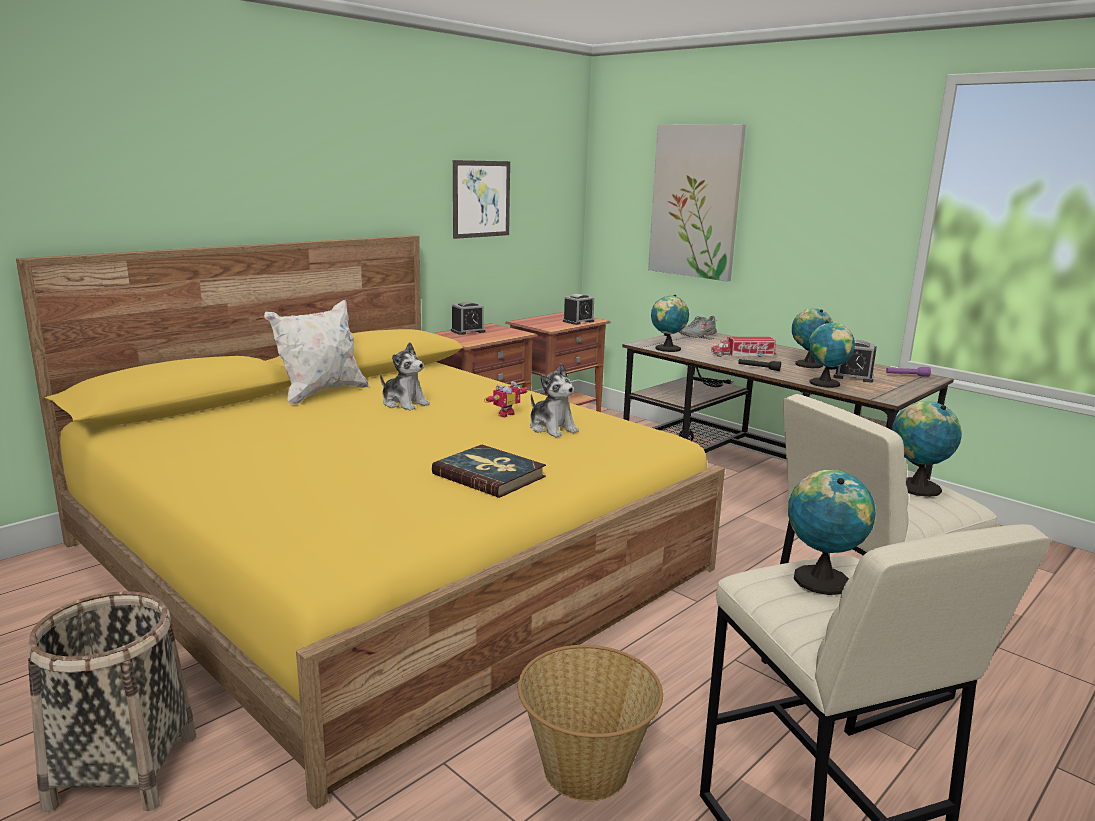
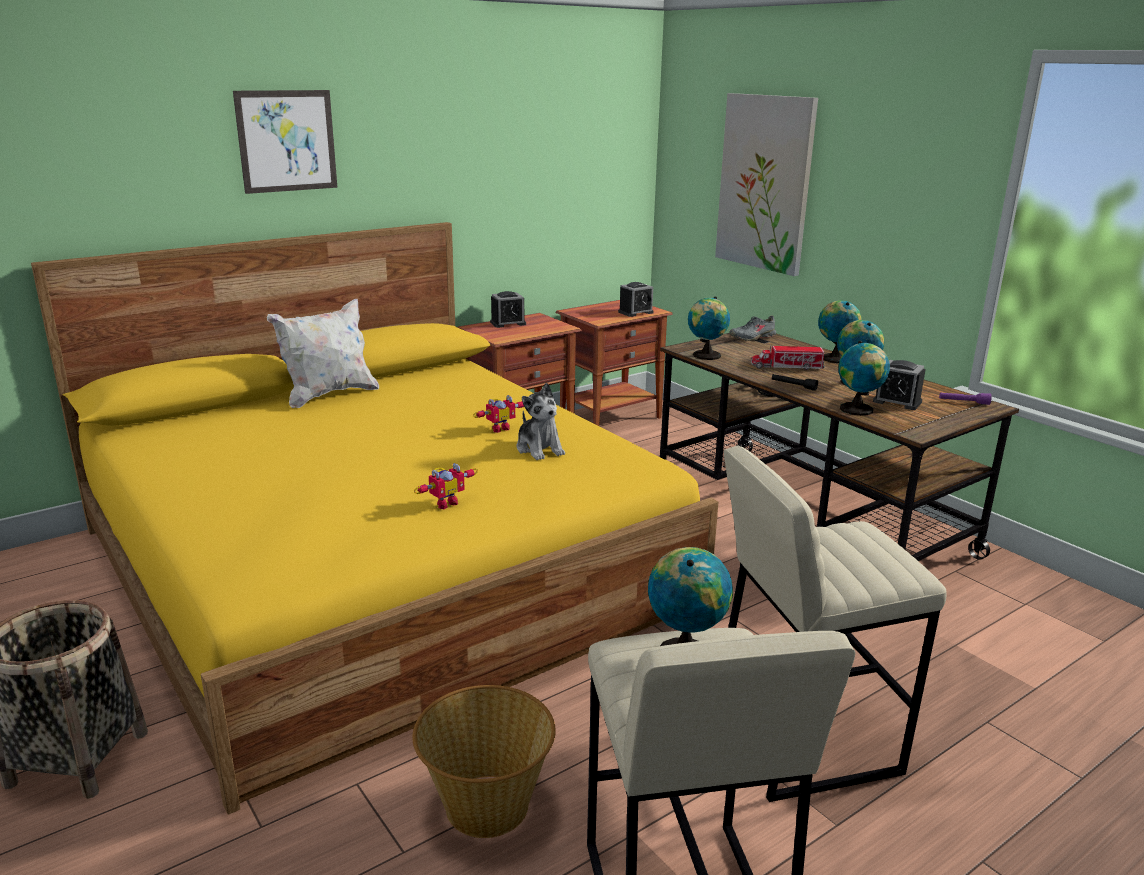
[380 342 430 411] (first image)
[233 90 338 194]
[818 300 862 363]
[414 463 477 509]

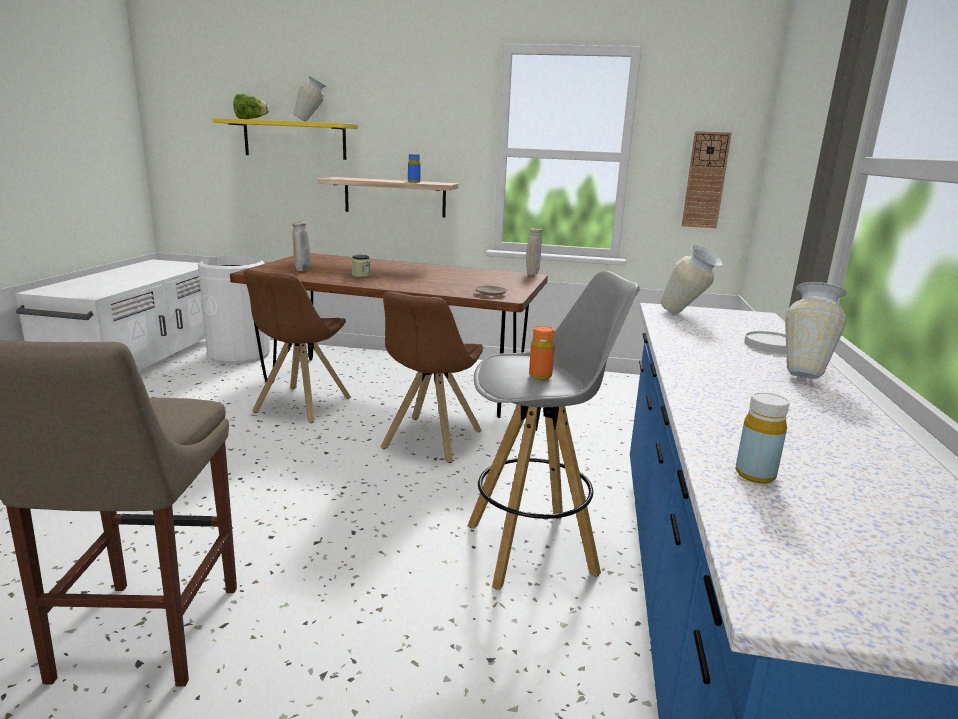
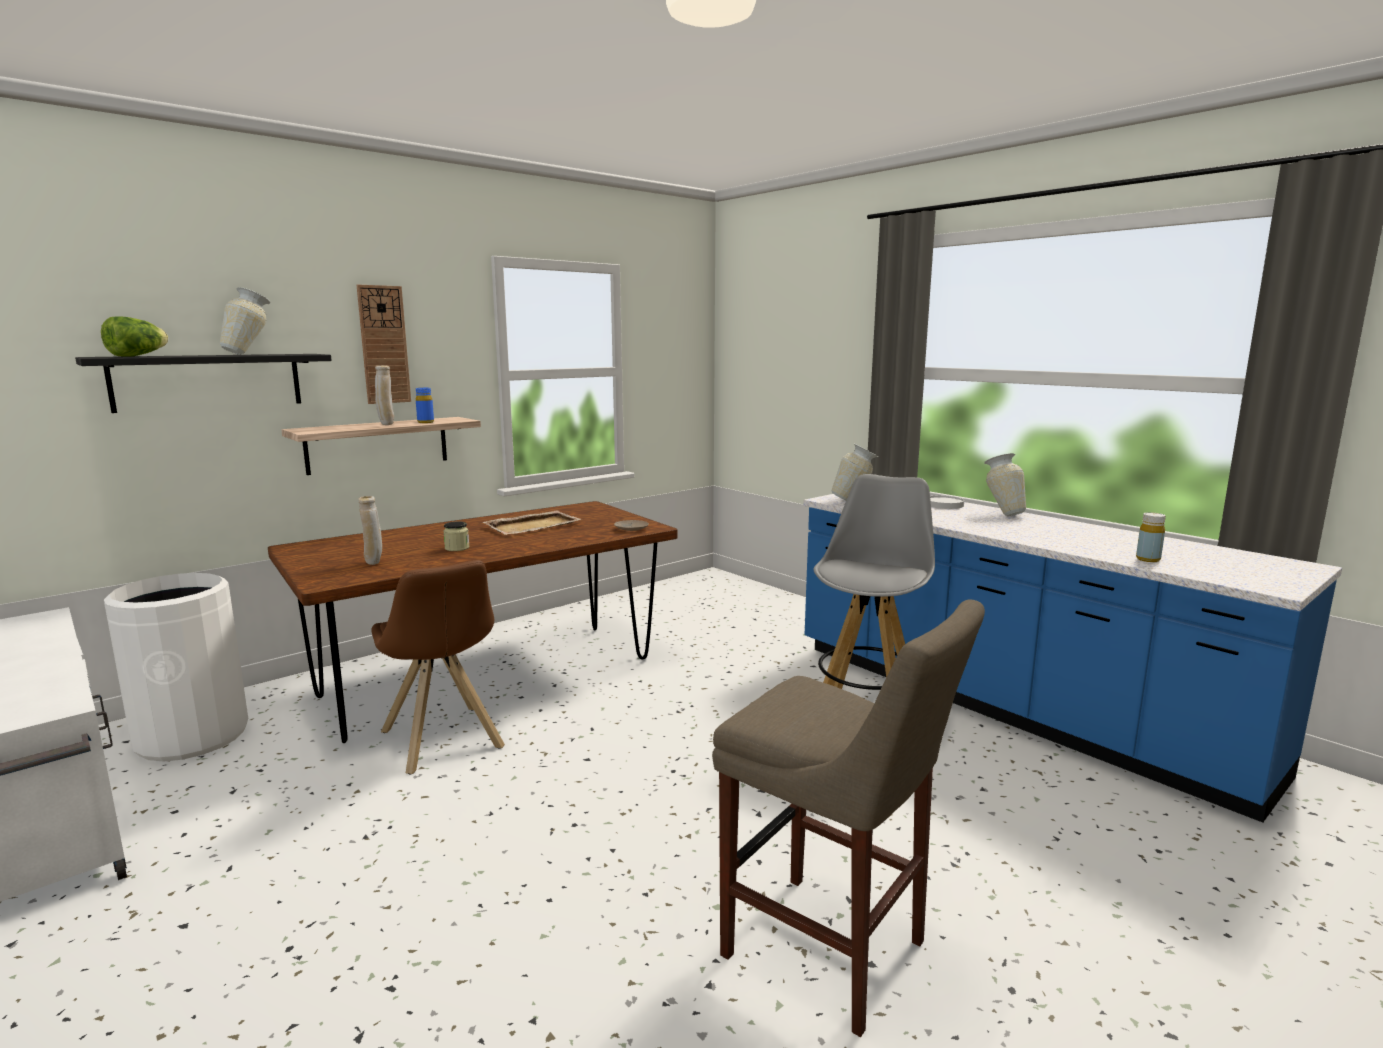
[380 291 483 463] (first image)
[529 326 555 380] (first image)
[483 510 582 535]
[375 365 394 425]
[357 285 411 404]
[75 354 332 413]

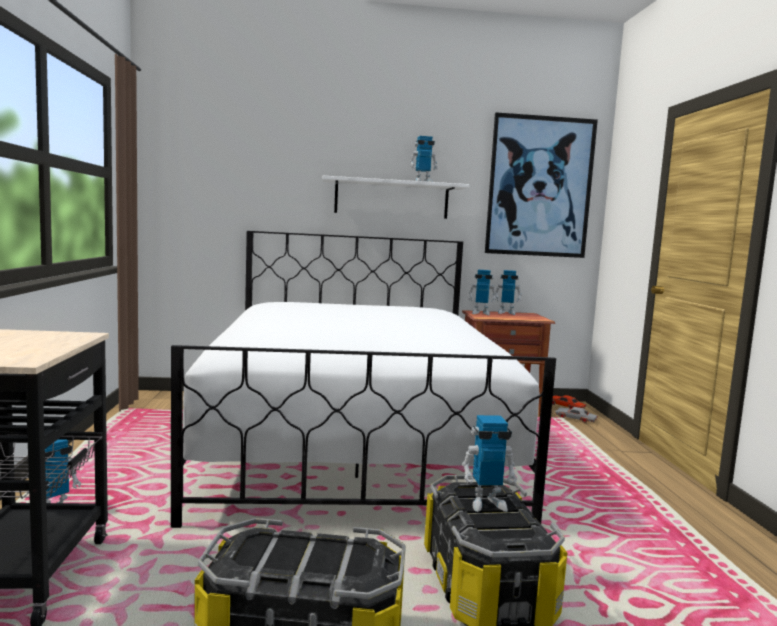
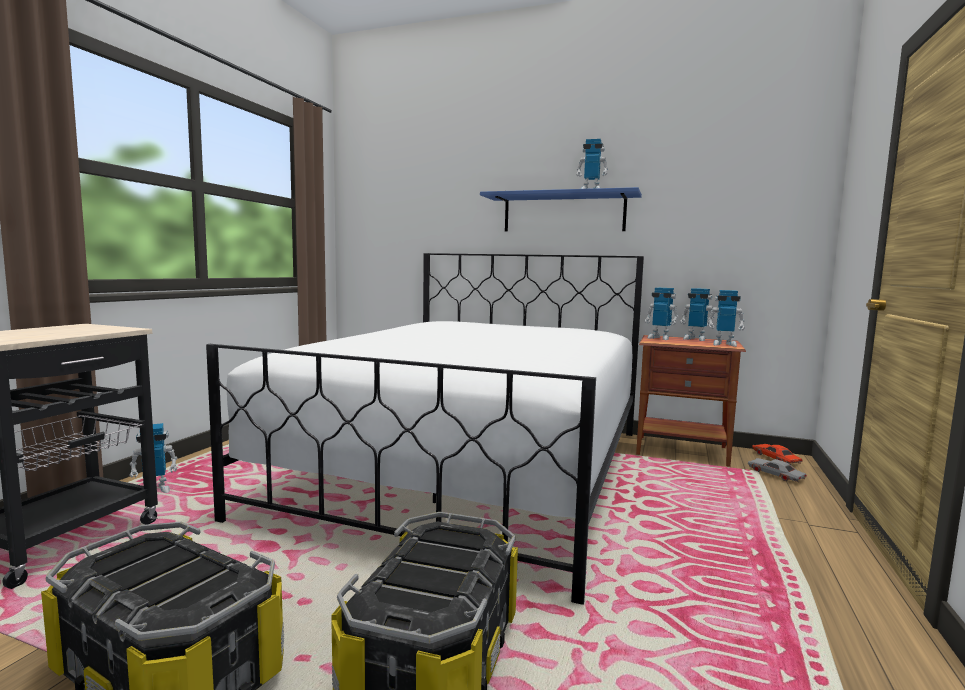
[485 112 598 258] (first image)
[708 290 745 347]
[480 187 642 231]

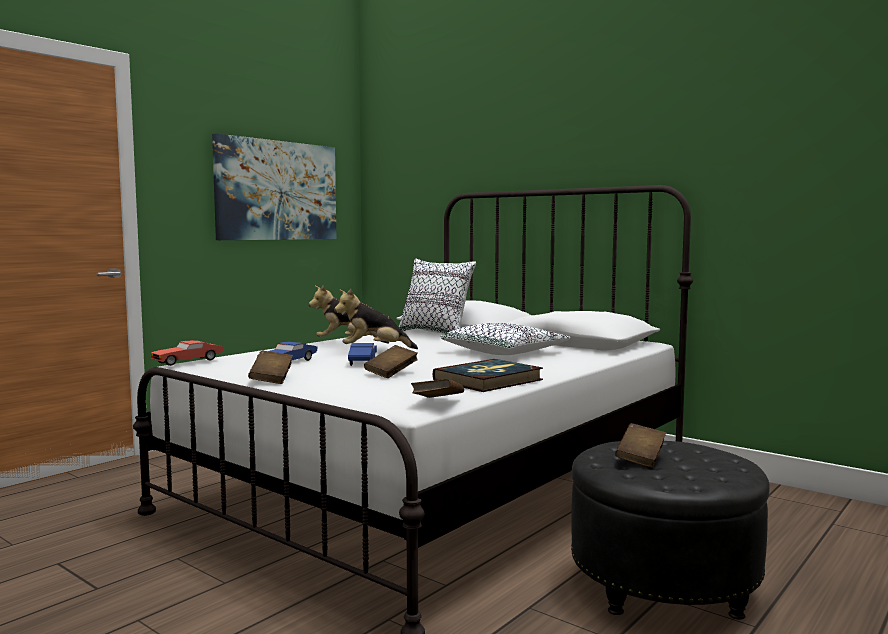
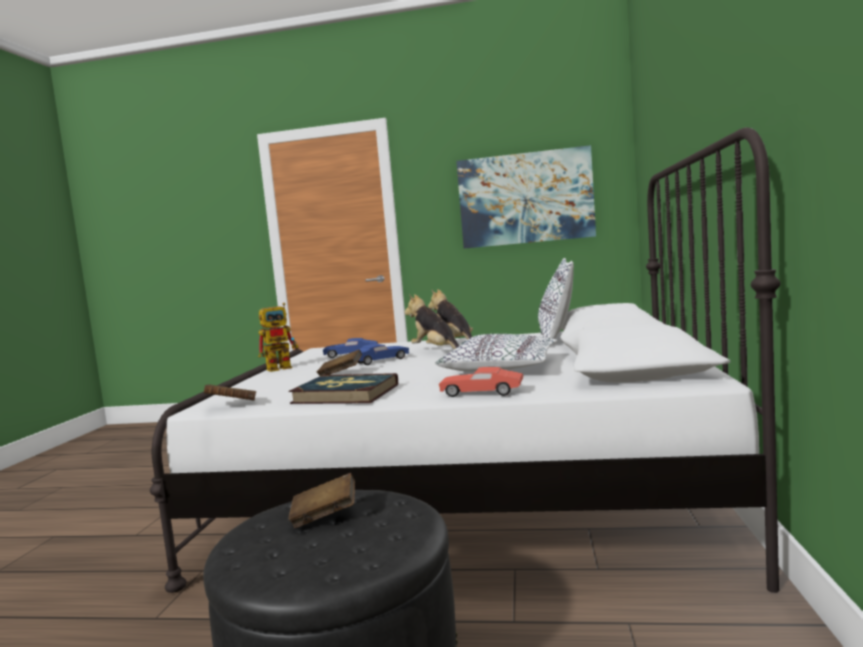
[439 367 523 397]
[258 303 299 372]

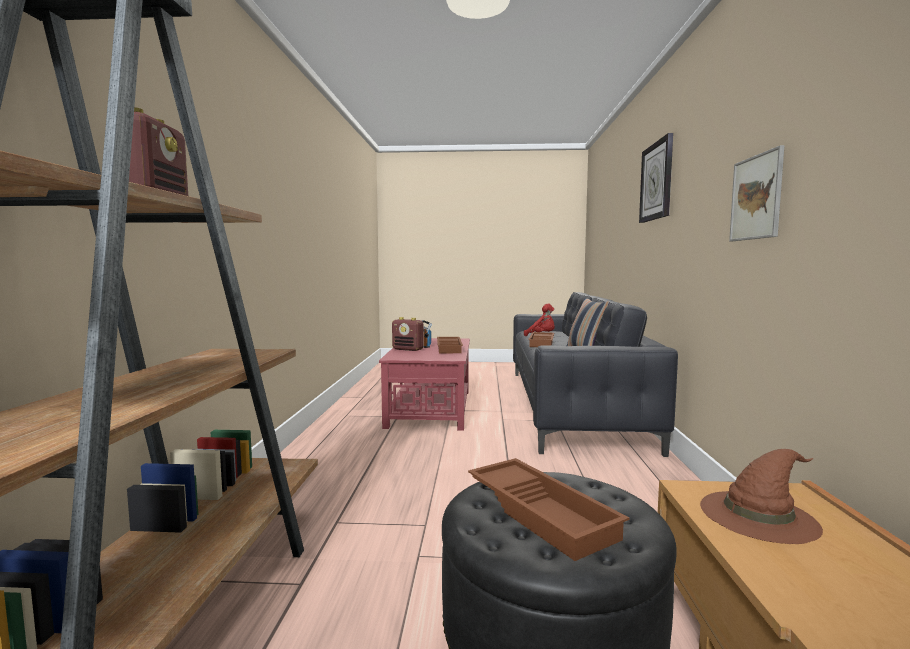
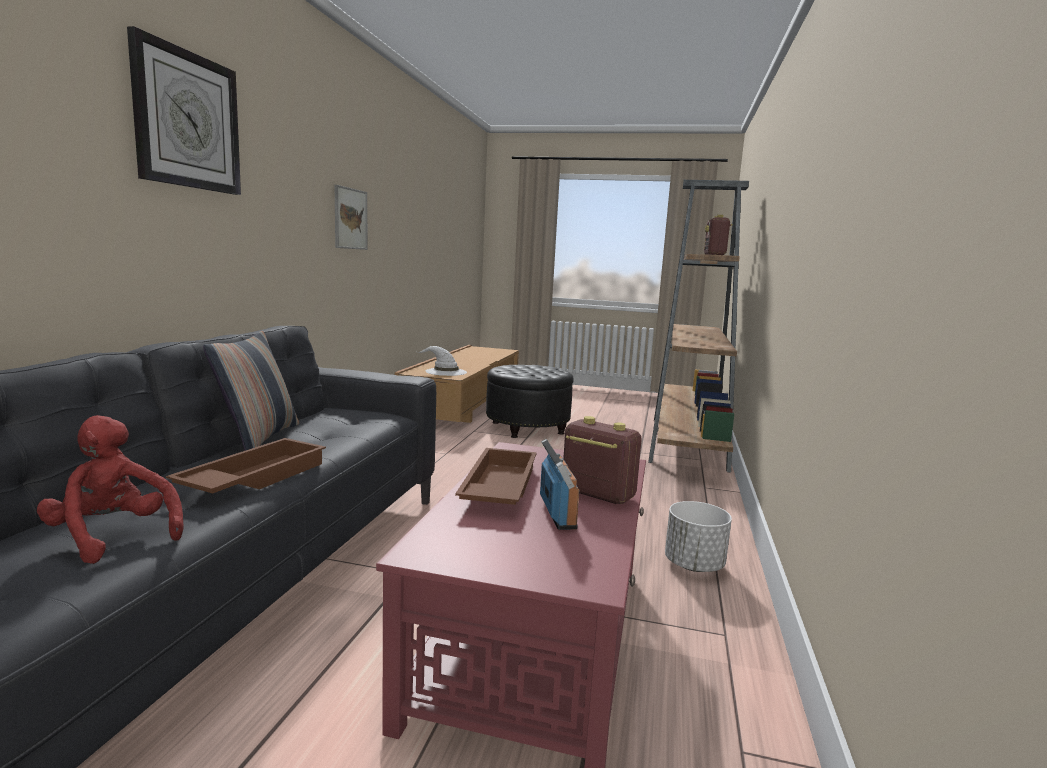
[468 458 629 561] (first image)
[665 501 732 572]
[418 346 467 376]

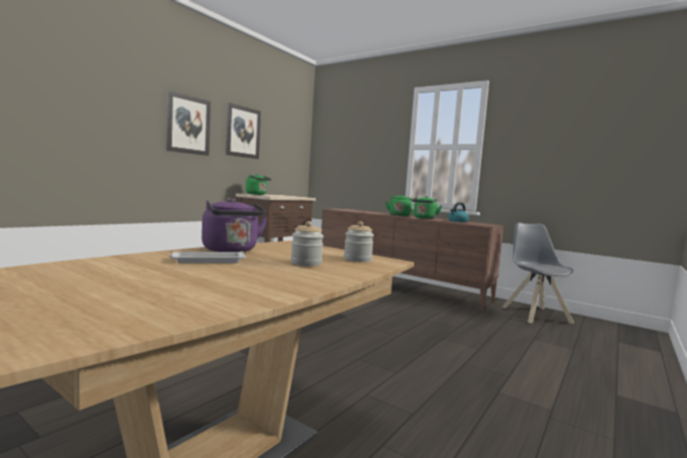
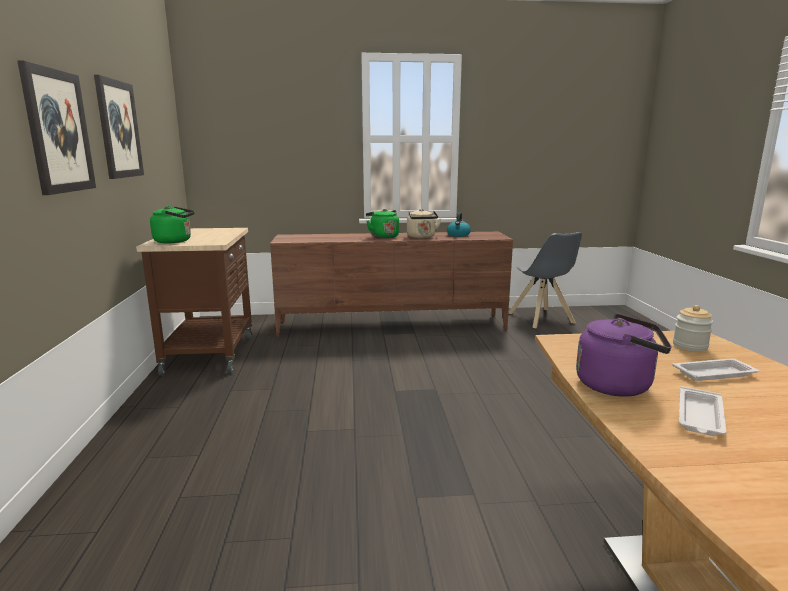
[672 358 759 381]
[407 209 441 238]
[508 232 582 328]

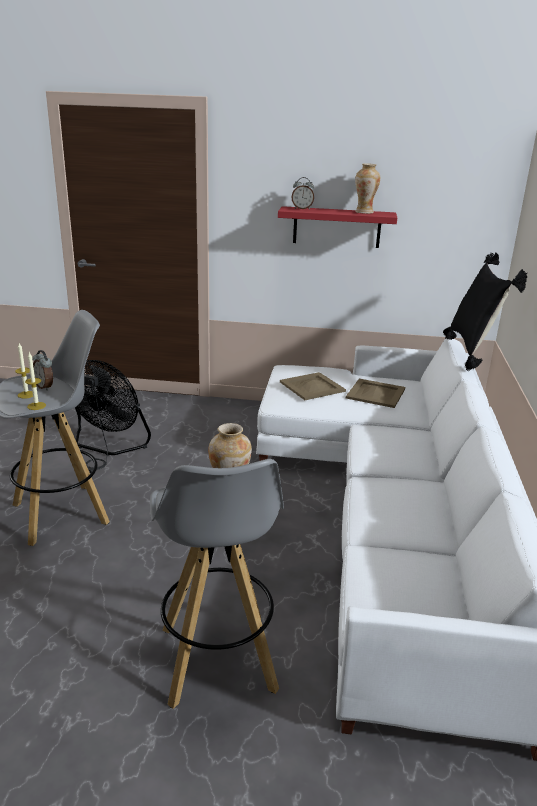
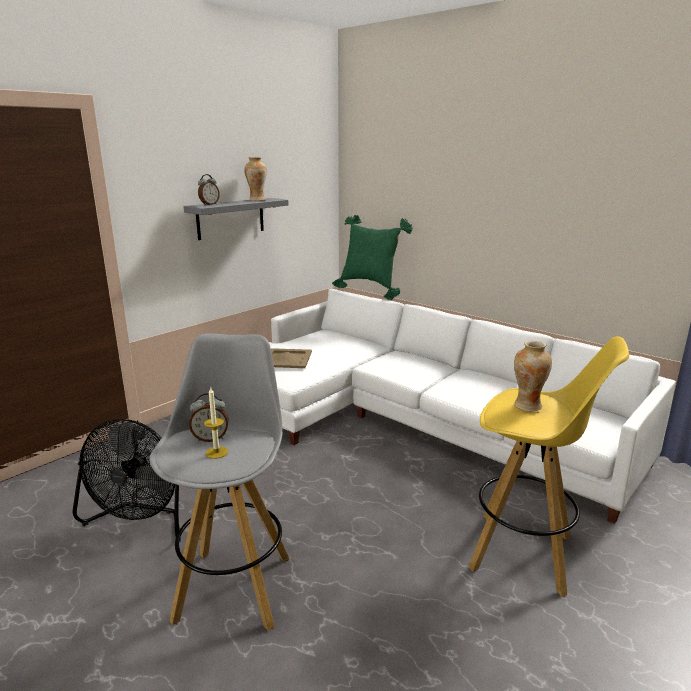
[25 352 46 410] (first image)
[346 379 405 408] (first image)
[469 336 629 597]
[184 198 289 240]
[332 215 413 300]
[72 419 181 542]

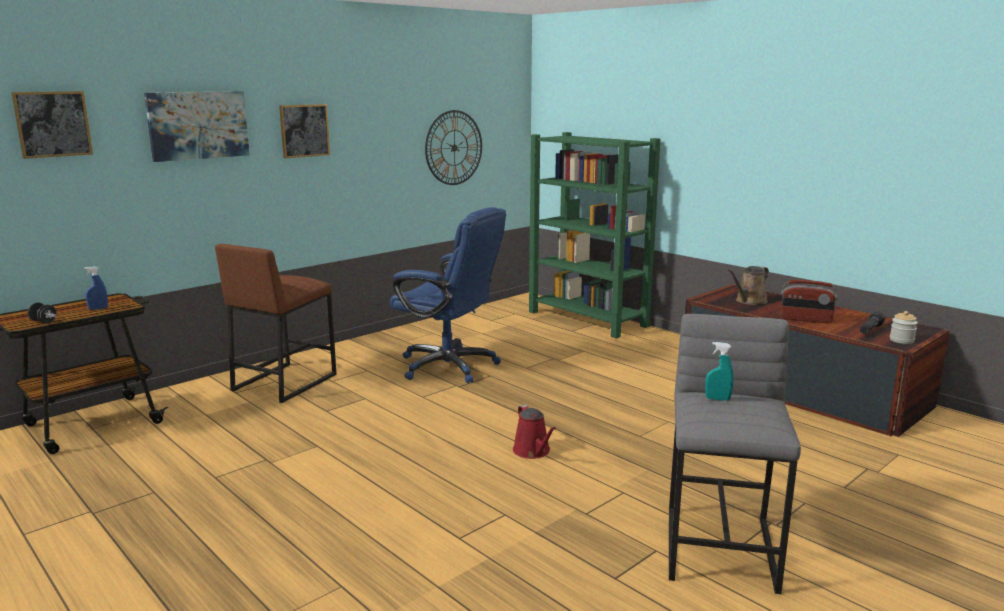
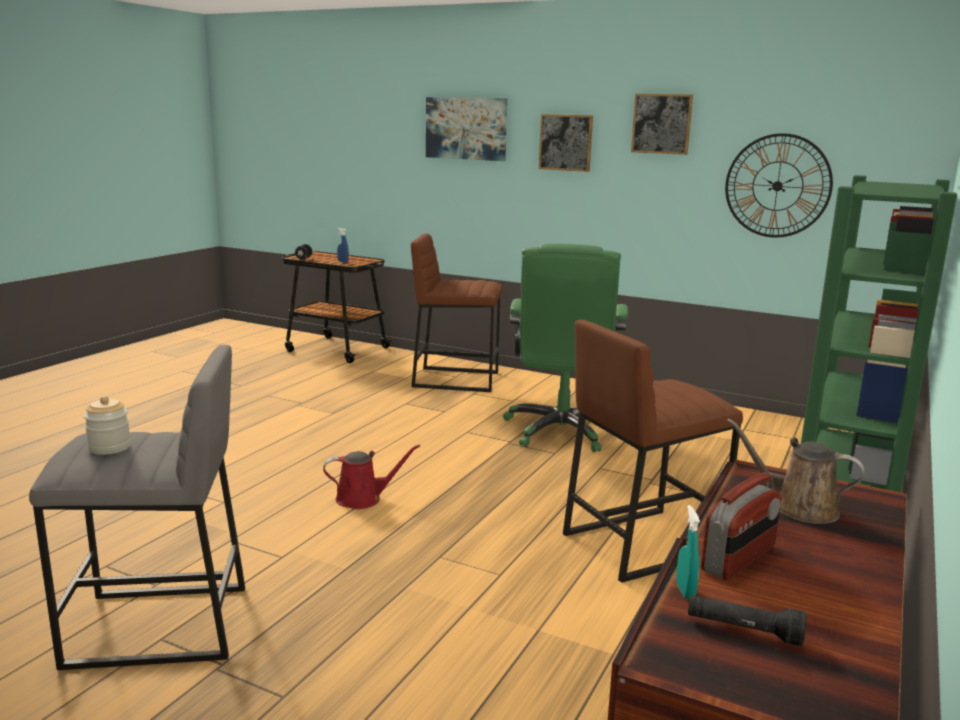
[563 320 743 583]
[631 94 693 155]
[676 505 700 600]
[84 396 131 455]
[503 243 628 452]
[323 444 420 509]
[701 472 781 580]

